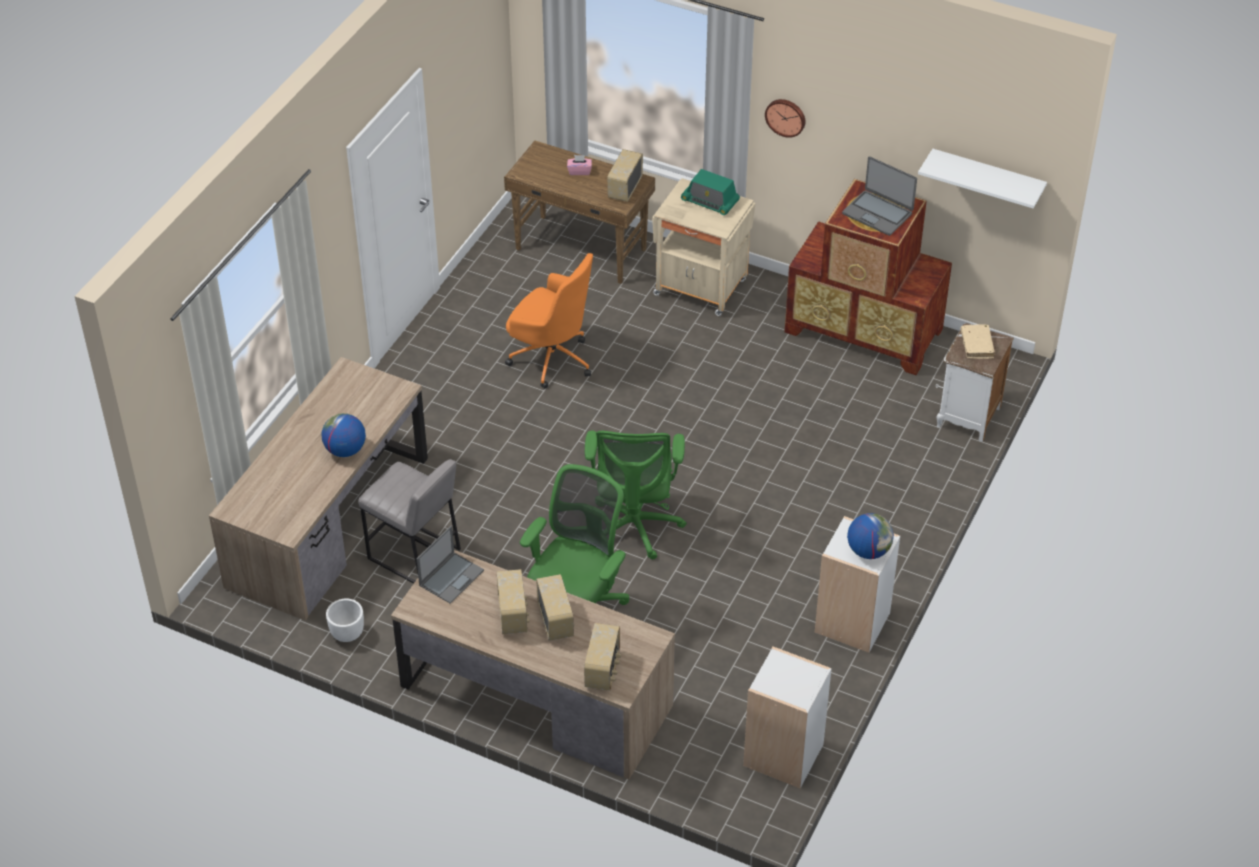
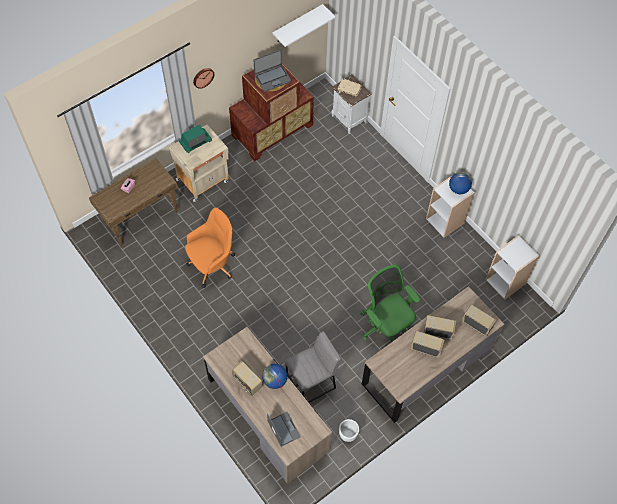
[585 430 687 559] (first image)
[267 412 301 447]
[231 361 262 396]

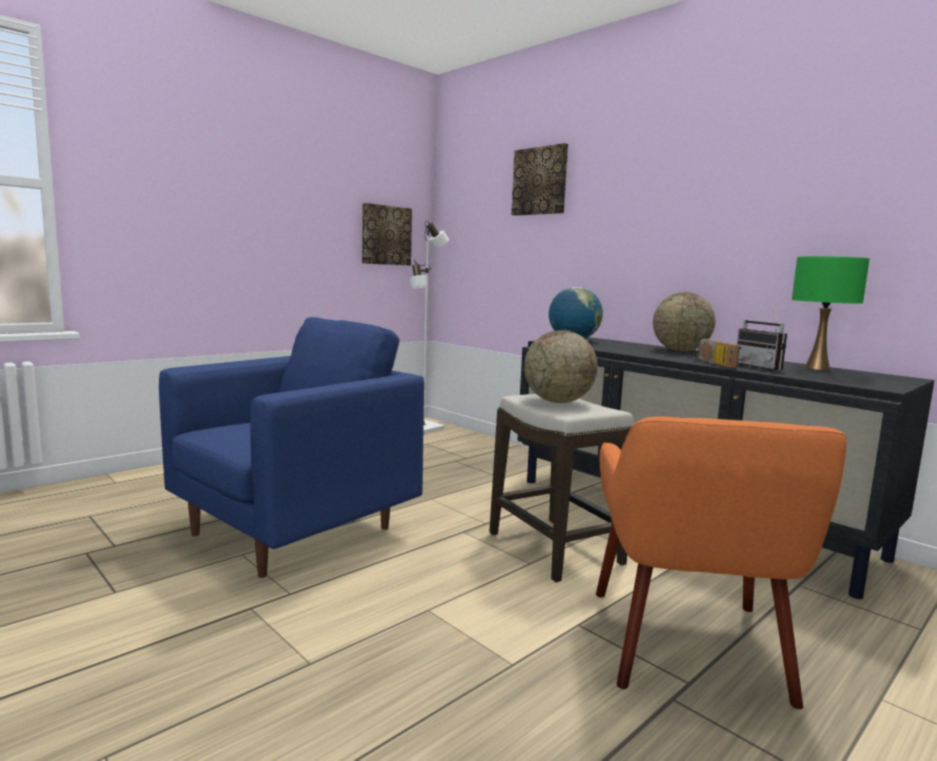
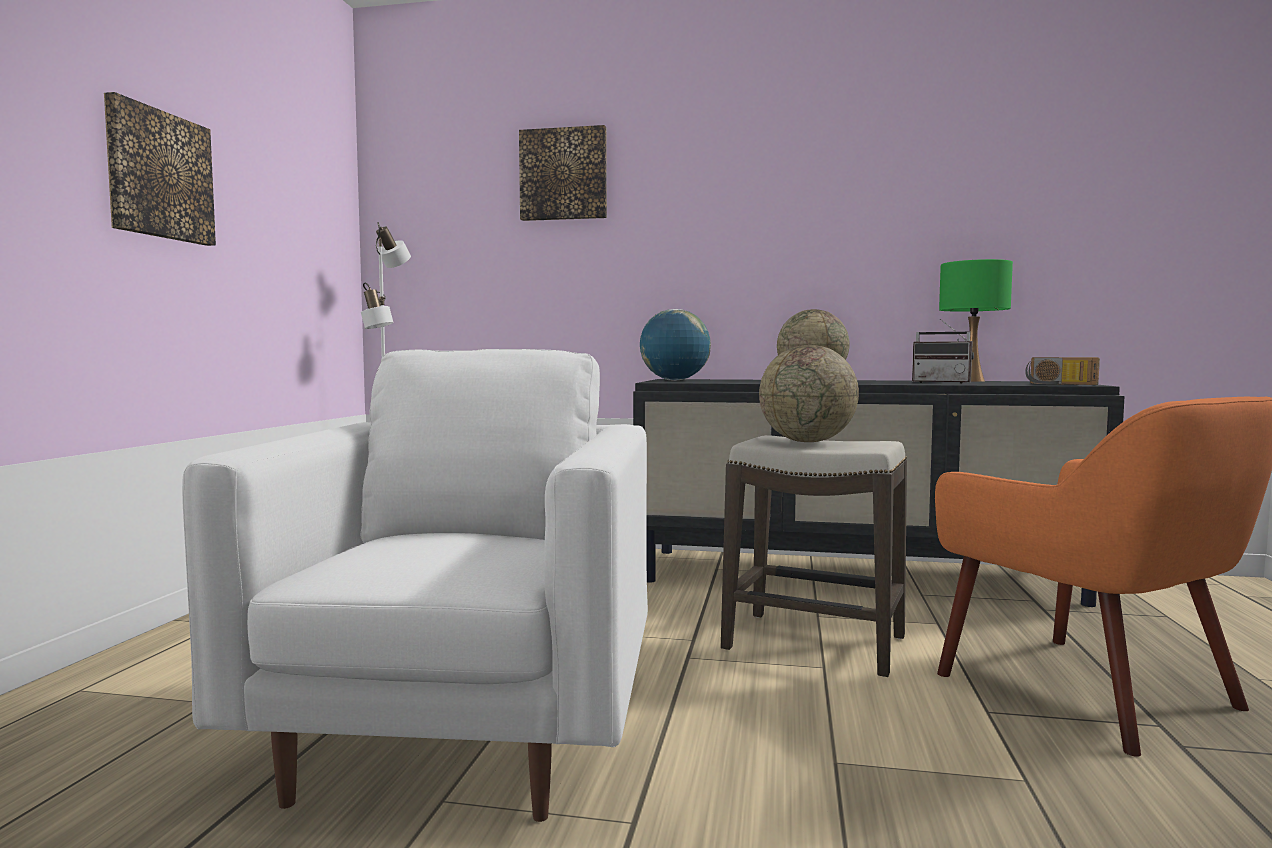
[104 92 216 246]
[1025 357 1100 385]
[182 349 648 822]

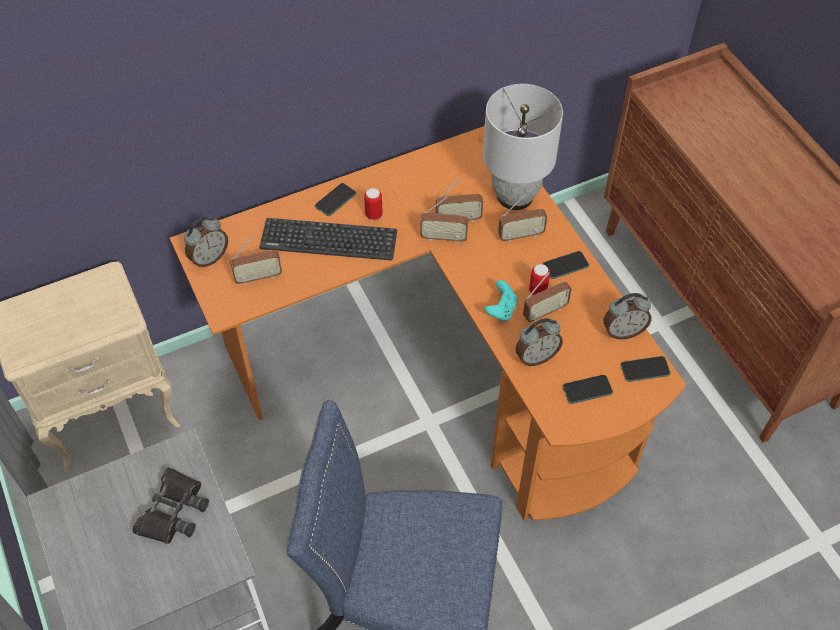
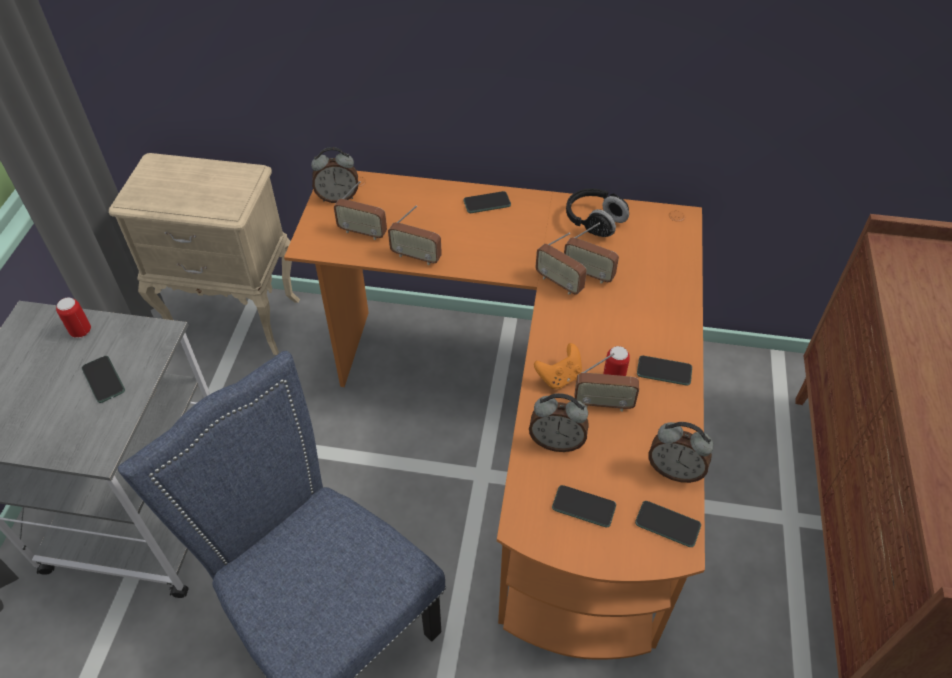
[259 218 397 260] (first image)
[483 84 563 210] (first image)
[566 188 629 237]
[56 297 91 338]
[388 205 442 265]
[82 356 125 403]
[534 343 582 389]

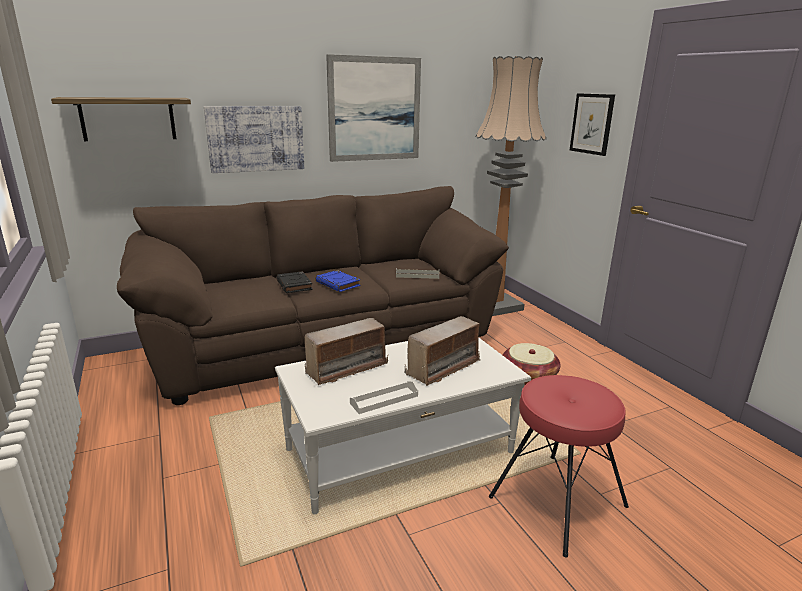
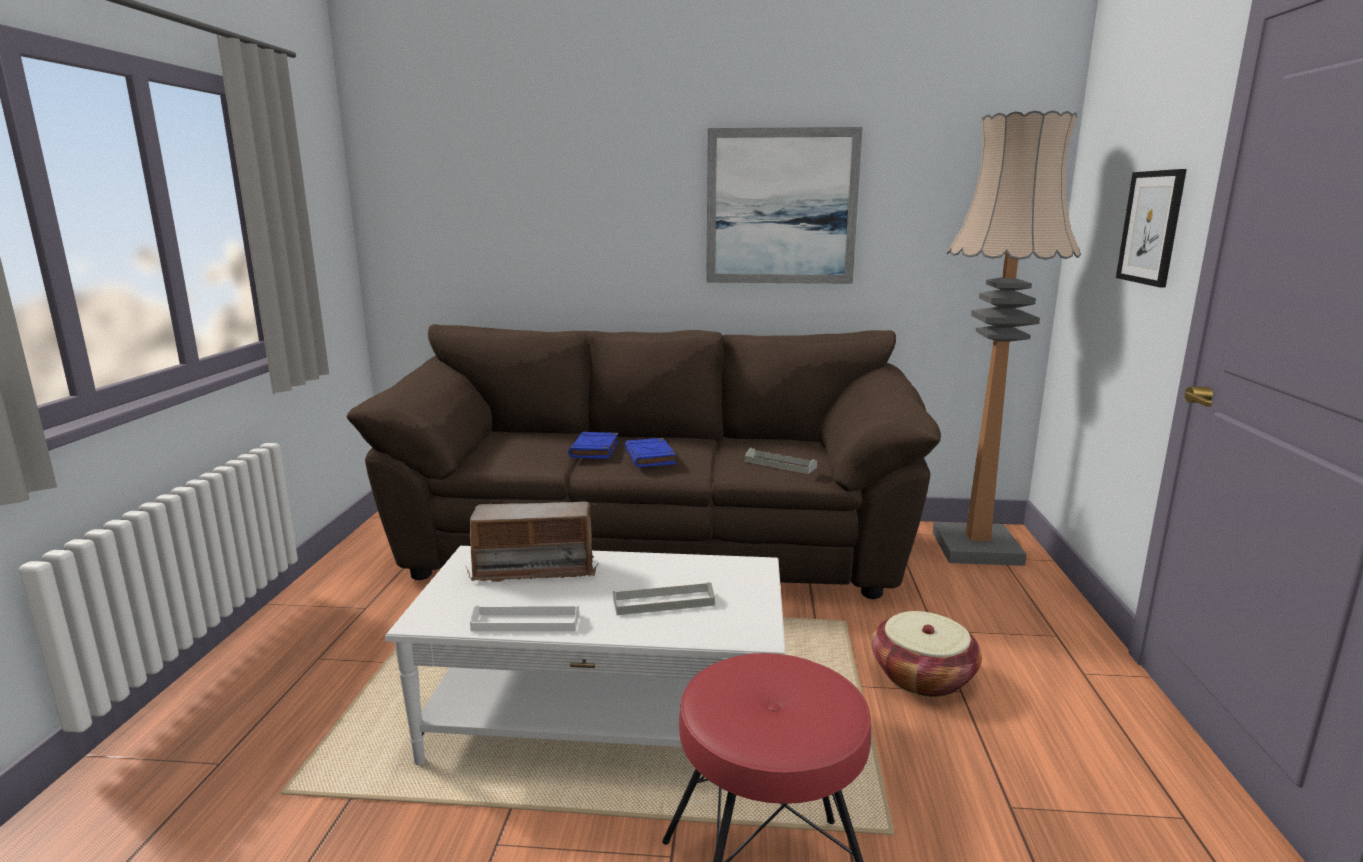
[51 97 191 141] (first image)
[204 106 304 173] (first image)
[613 582 715 615]
[568 432 618 459]

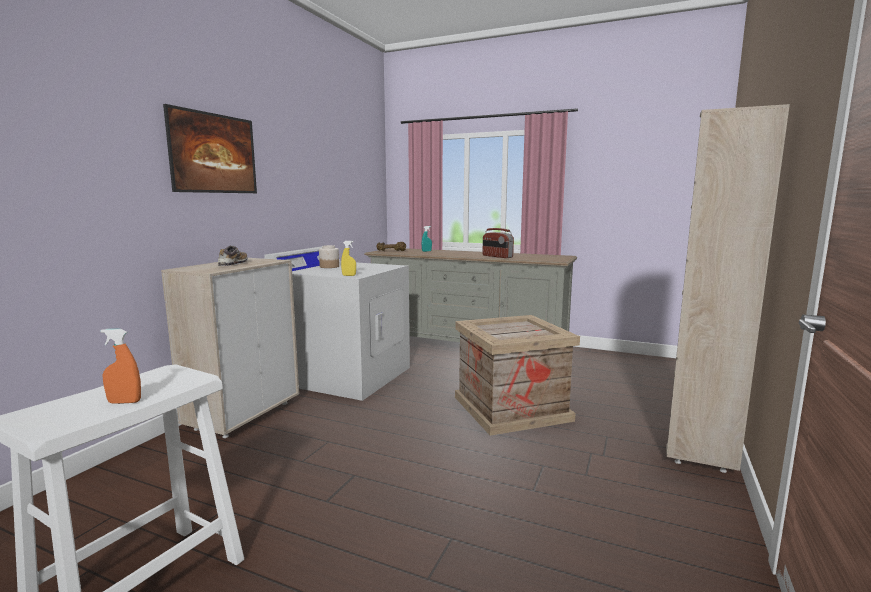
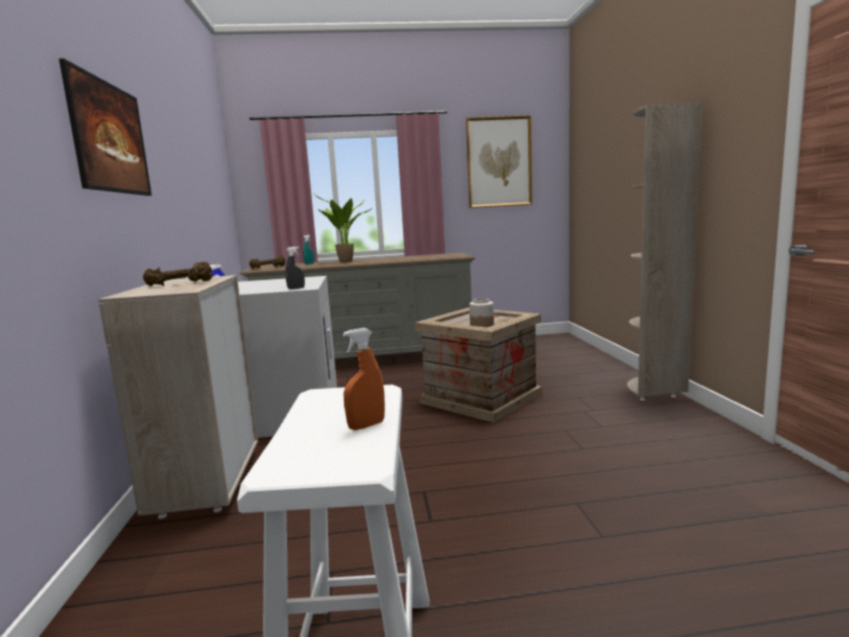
[483 228 514 258] (first image)
[317 196 372 262]
[466 115 532 208]
[469 298 494 327]
[143 262 212 286]
[285 247 305 289]

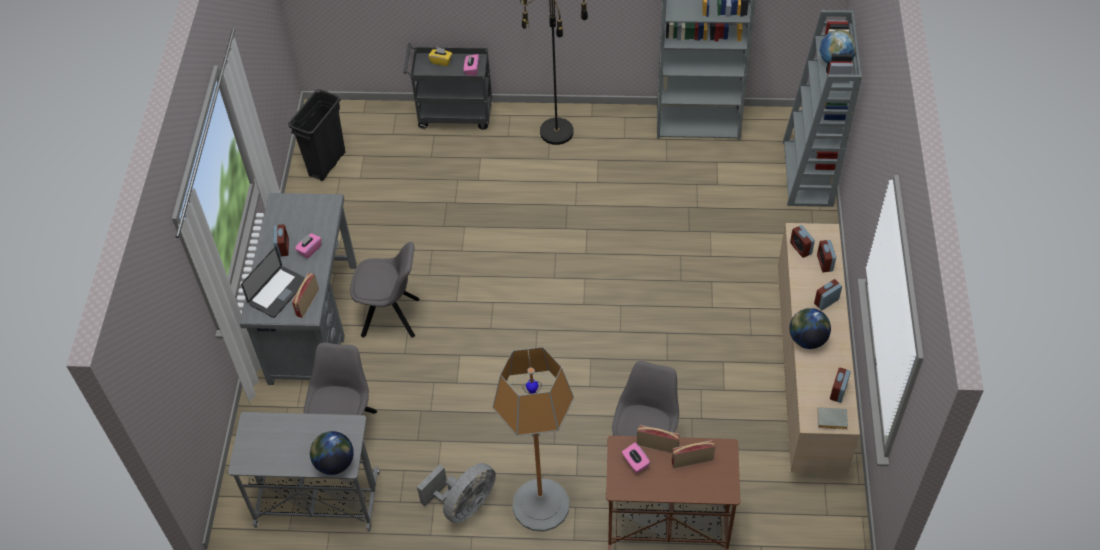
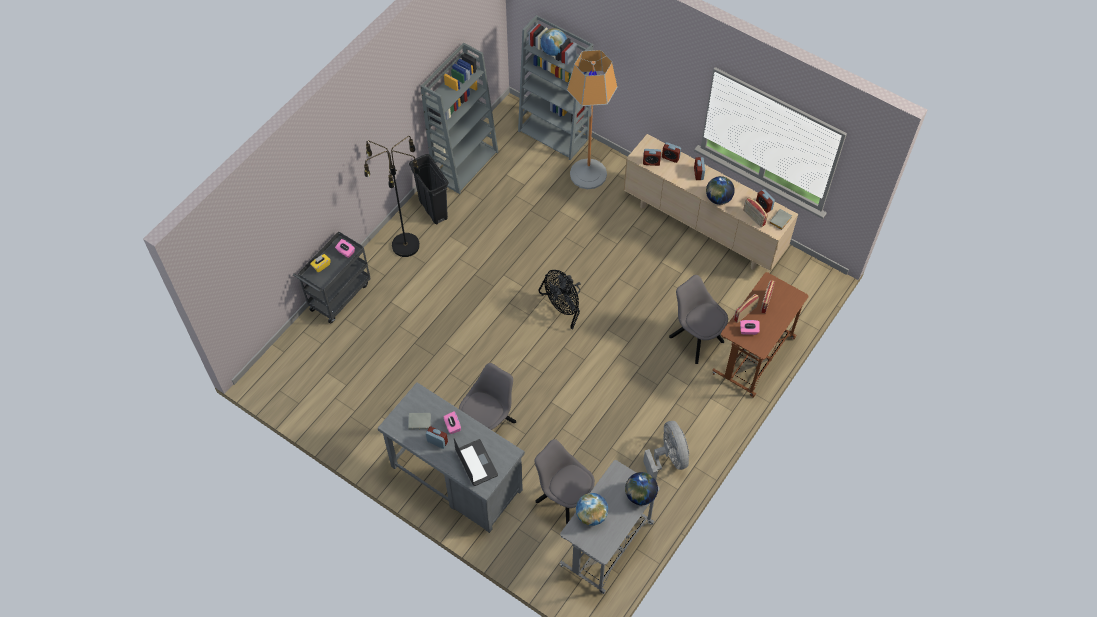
[408 413 431 429]
[538 270 581 329]
[576 493 608 526]
[409 154 449 224]
[743 197 768 227]
[567 50 618 189]

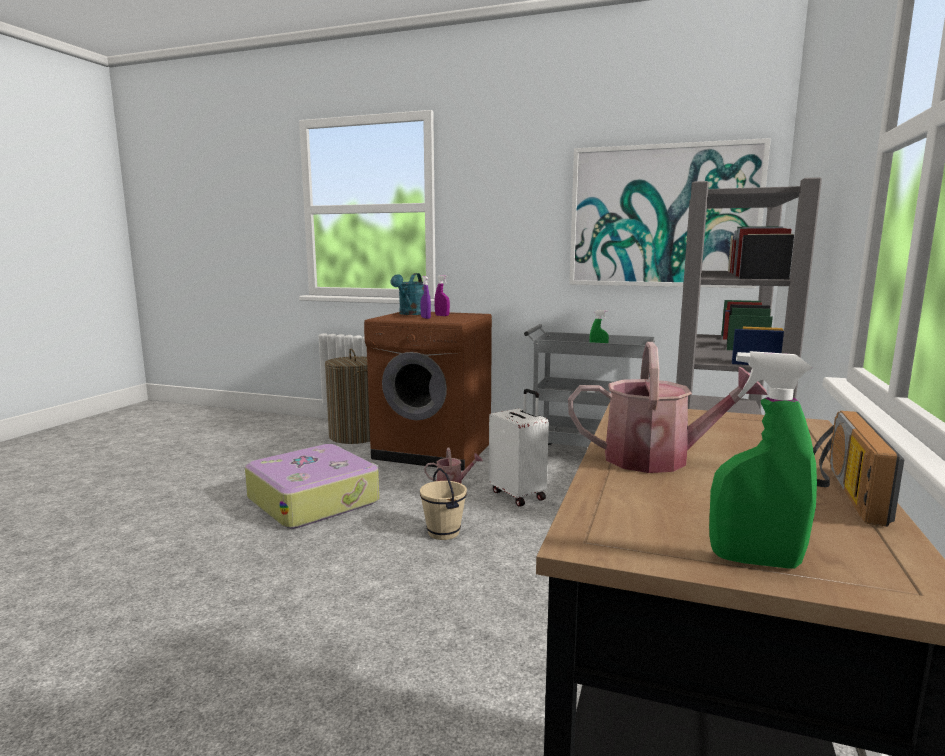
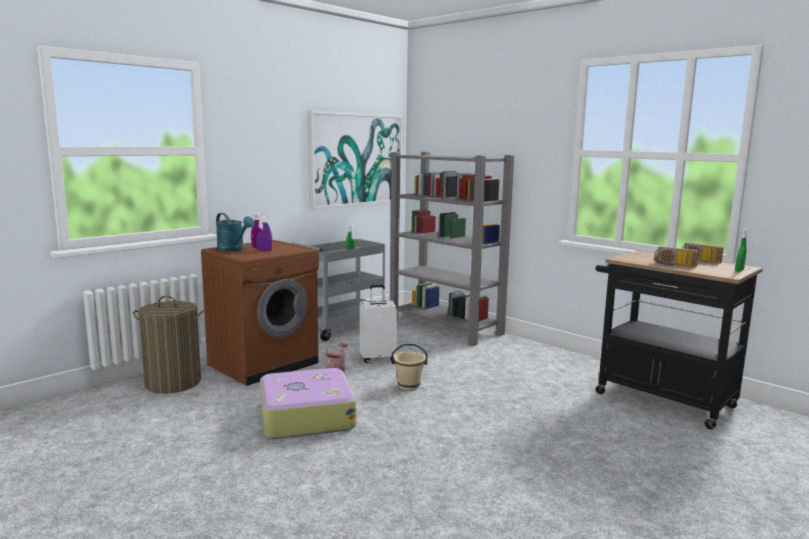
[654 246 699 268]

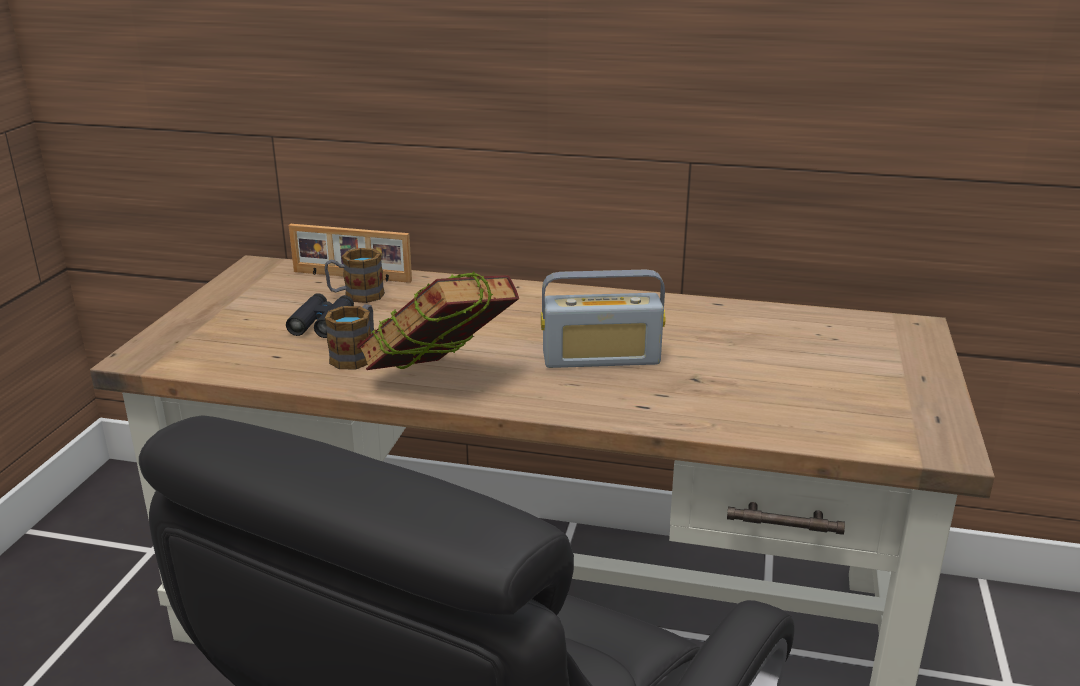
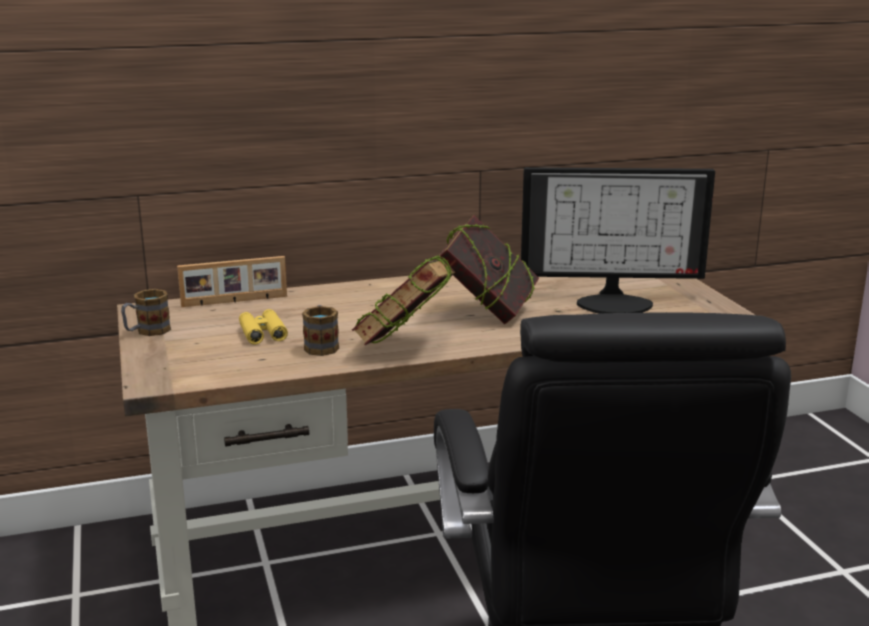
[521 167 715 314]
[121 289 171 336]
[439 215 539 324]
[239 309 288 344]

